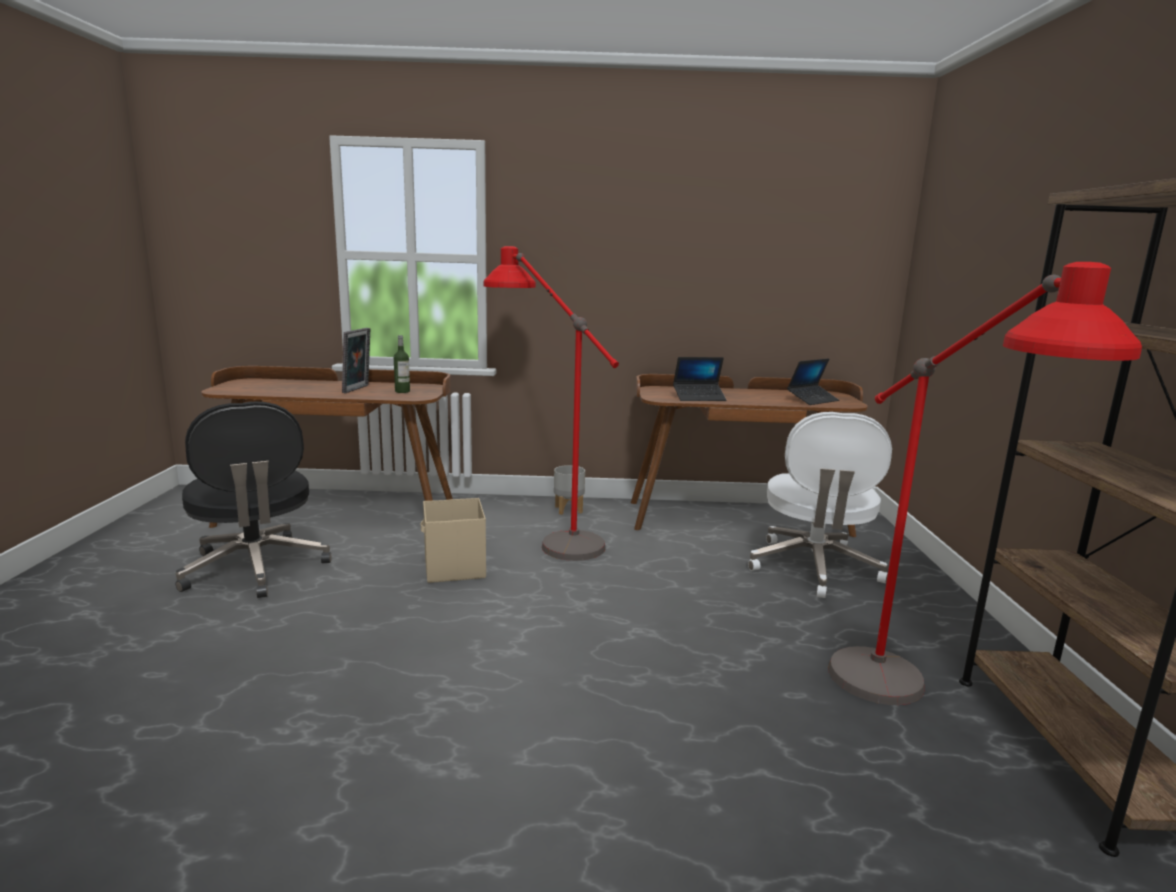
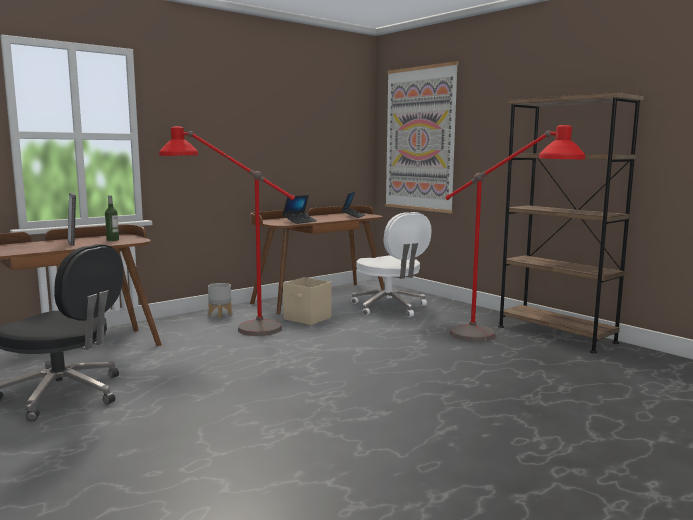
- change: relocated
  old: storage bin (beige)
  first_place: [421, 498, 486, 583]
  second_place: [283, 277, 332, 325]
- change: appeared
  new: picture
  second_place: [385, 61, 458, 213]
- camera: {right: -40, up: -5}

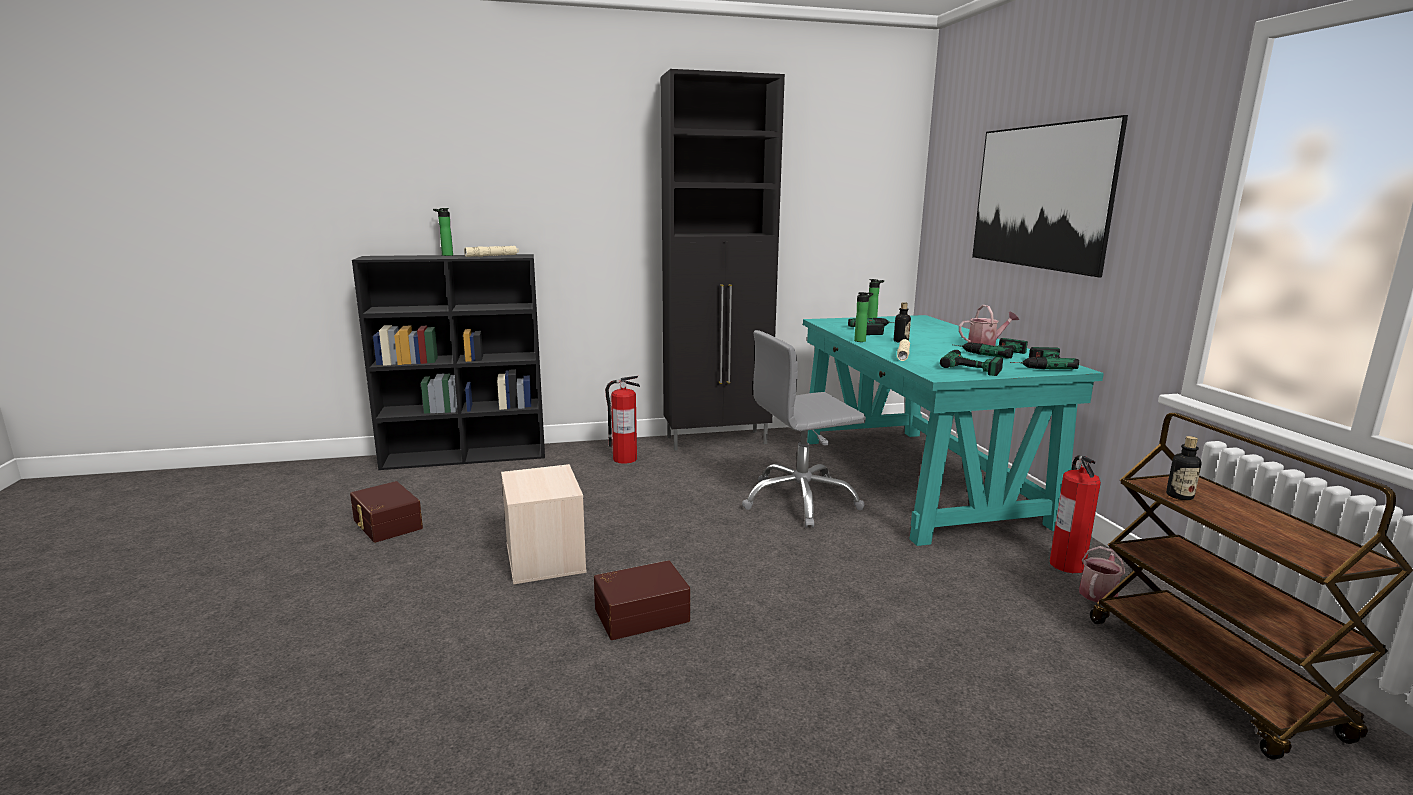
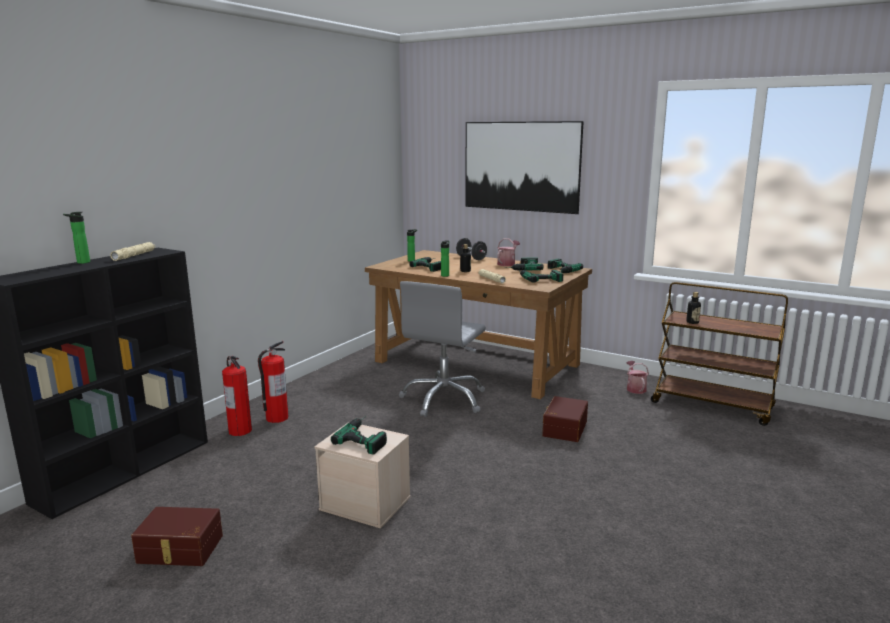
- change: relocated
  old: storage bin (brownish)
  first_place: [594, 560, 690, 640]
  second_place: [542, 396, 588, 442]
- change: missing
  old: cupboard (black-coloured)
  first_place: [661, 69, 785, 451]
- change: colour
  old: desk table (blue-green)
  new: desk table (brownish)
  first_place: [803, 315, 1104, 546]
  second_place: [365, 250, 592, 399]
- change: relocated
  old: fire-fighting cylinder
  first_place: [1050, 455, 1101, 573]
  second_place: [222, 356, 252, 436]
- change: appeared
  new: electric drill
  second_place: [331, 416, 387, 454]
- change: appeared
  new: free weight (black-coloured)
  second_place: [456, 238, 487, 260]
- camera: {right: -45, up: 0}

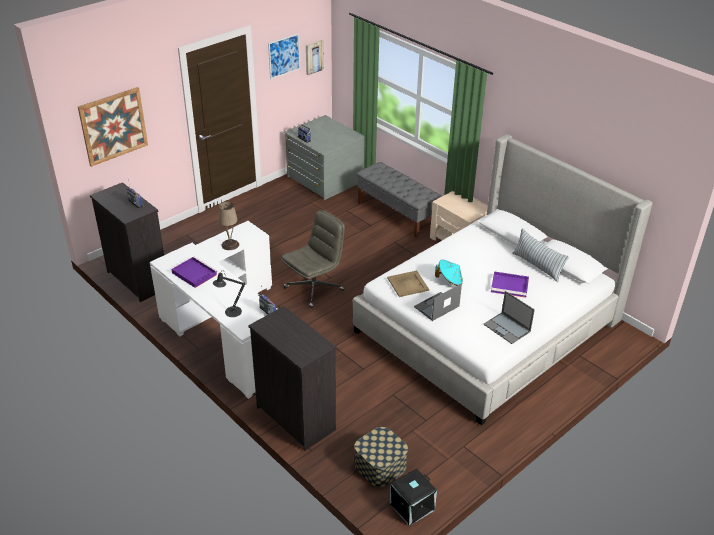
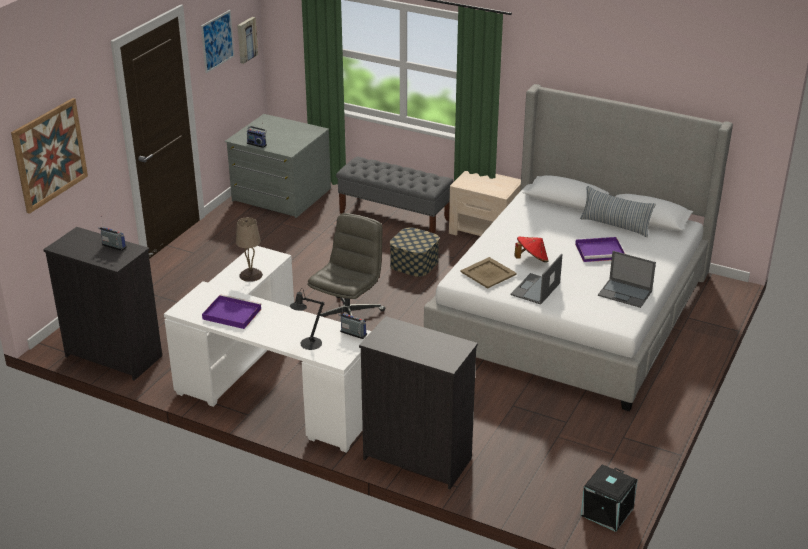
- change: relocated
  old: storage bin
  first_place: [354, 427, 408, 487]
  second_place: [390, 227, 439, 277]
- change: colour
  old: clothing hat (blue-green)
  new: clothing hat (red)
  first_place: [435, 260, 463, 286]
  second_place: [514, 236, 549, 263]
- camera: {right: -20, up: -5}

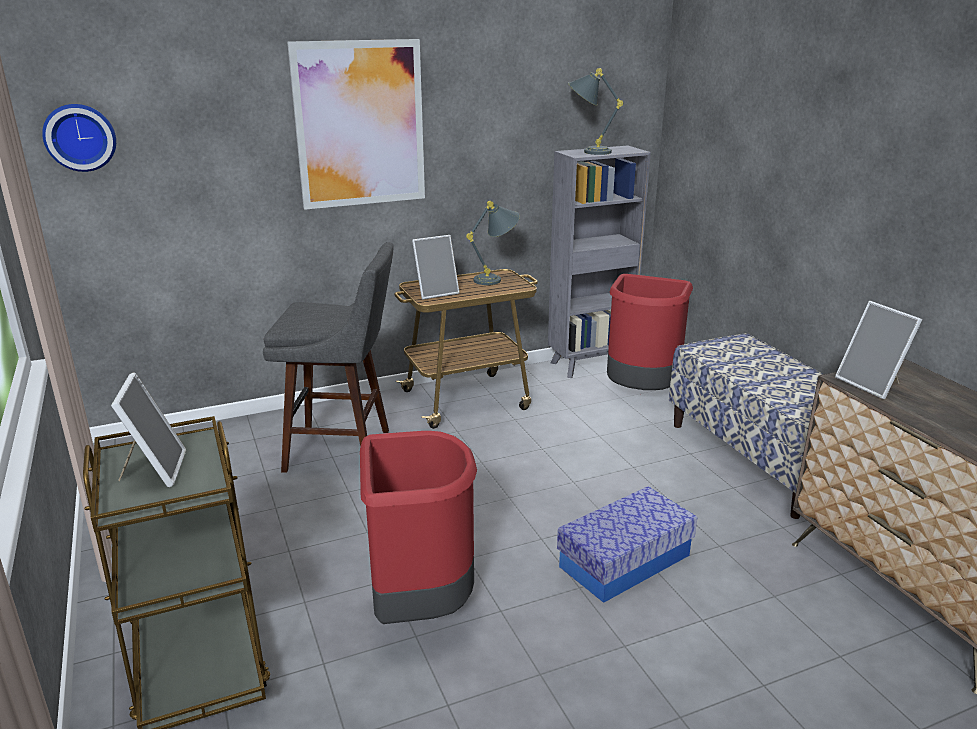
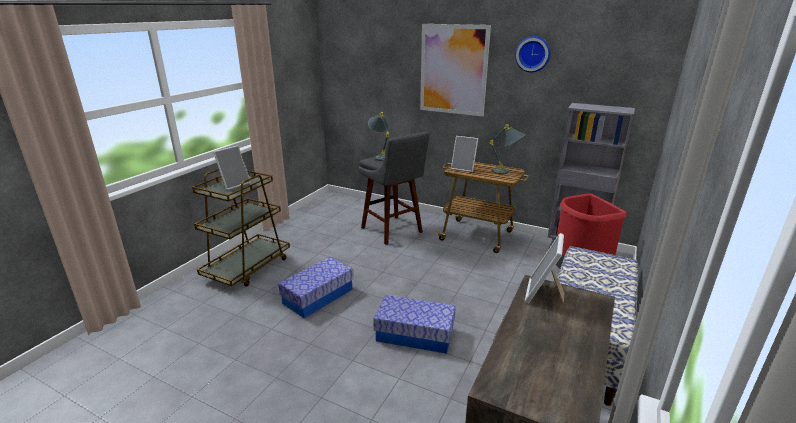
- change: relocated
  old: hanging clock
  first_place: [42, 104, 116, 172]
  second_place: [515, 36, 550, 73]
- change: exchanged
  old: rubbish bin (red)
  new: storage bin
  first_place: [360, 431, 477, 624]
  second_place: [278, 257, 354, 318]
- change: relocated
  old: lamp for a table (greyish)
  first_place: [568, 68, 623, 155]
  second_place: [368, 112, 389, 161]
- camera: {right: 50, up: 0}

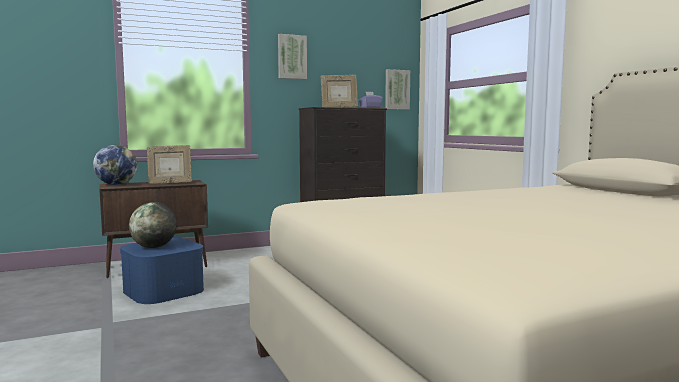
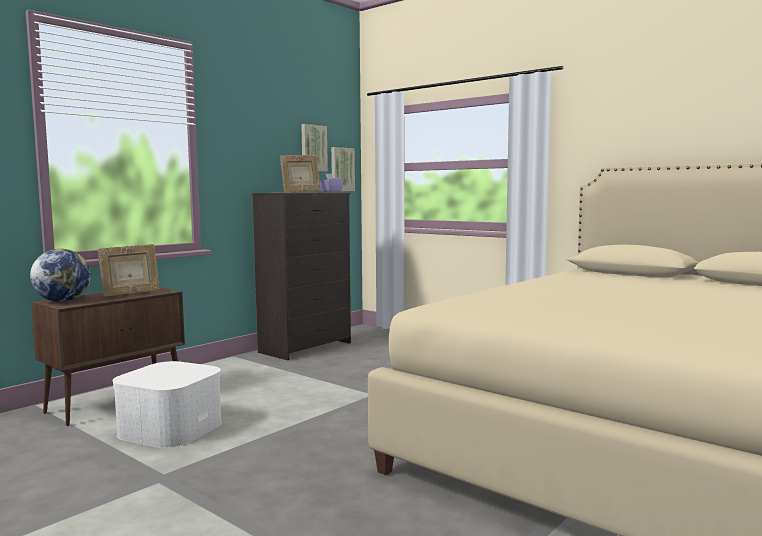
- change: colour
  old: storage bin (blue-coloured)
  new: storage bin (white-coloured)
  first_place: [120, 238, 204, 304]
  second_place: [112, 361, 222, 448]
- change: missing
  old: desk globe
  first_place: [129, 202, 177, 248]
- change: relocated
  old: picture
  first_place: [278, 34, 307, 79]
  second_place: [301, 124, 328, 171]
- camera: {right: -25, up: 0}

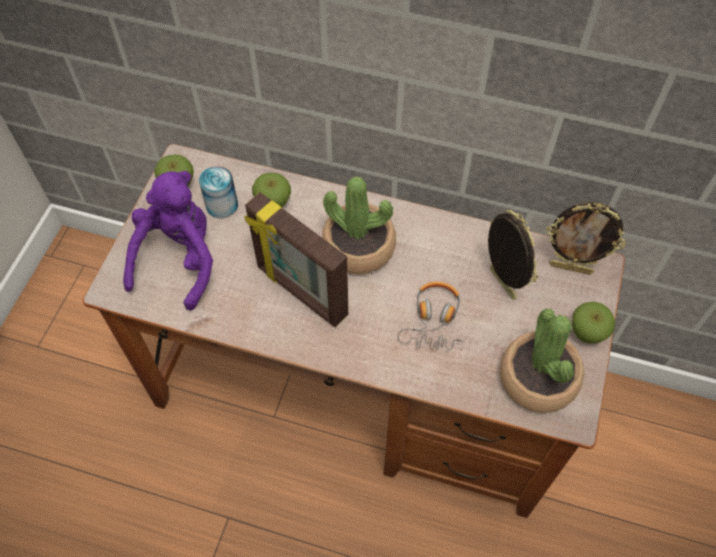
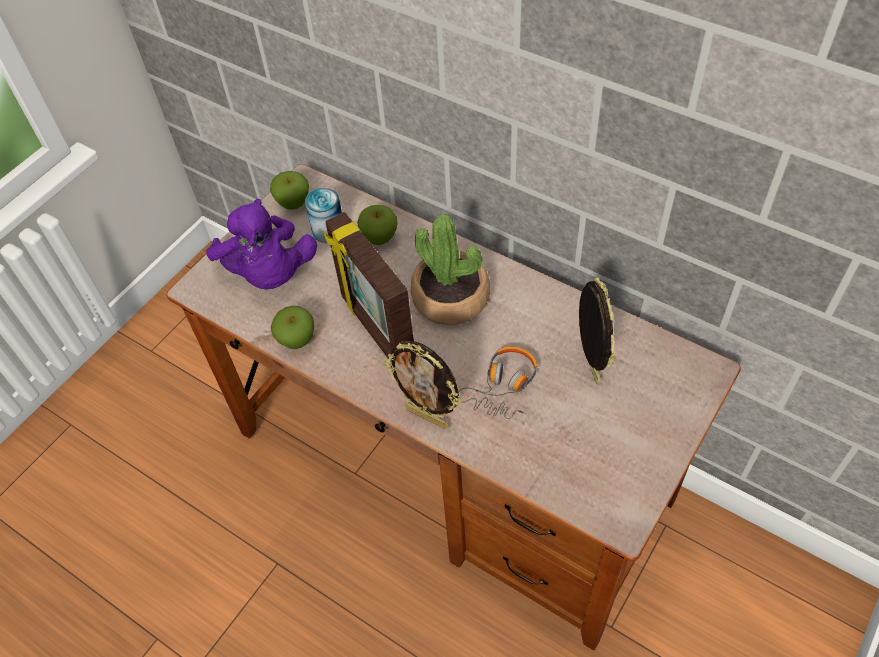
- change: spun
  old: cuddly toy (purple)
  first_place: [123, 171, 213, 311]
  second_place: [206, 198, 317, 289]
  degrees: 120
- change: missing
  old: plant in a pot
  first_place: [500, 308, 584, 413]
- change: relocated
  old: standing frame
  first_place: [546, 202, 626, 275]
  second_place: [384, 341, 462, 429]
- change: relocated
  old: apple fruit
  first_place: [572, 302, 615, 343]
  second_place: [271, 306, 314, 349]
- camera: {right: 20, up: -5}

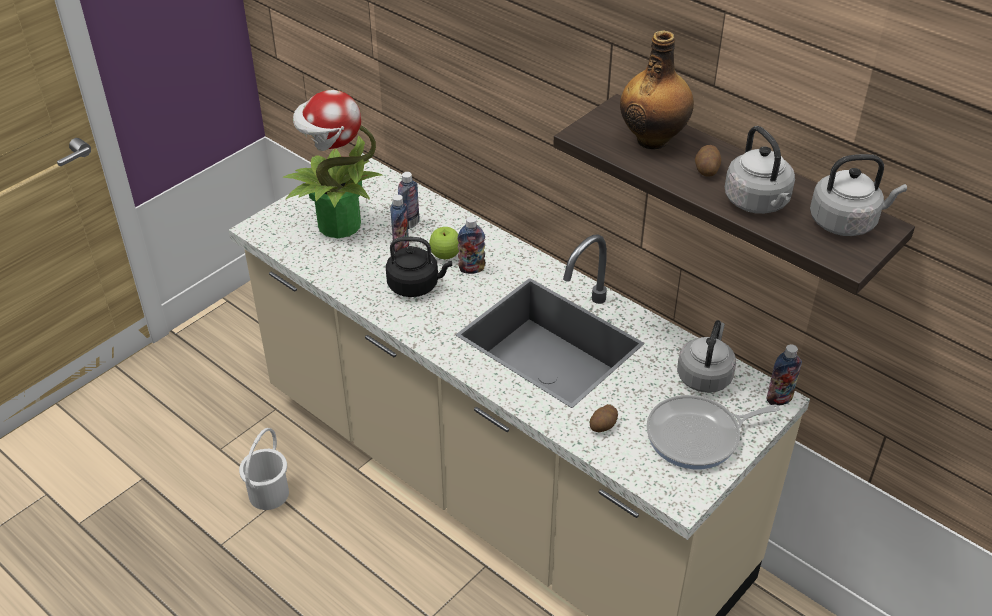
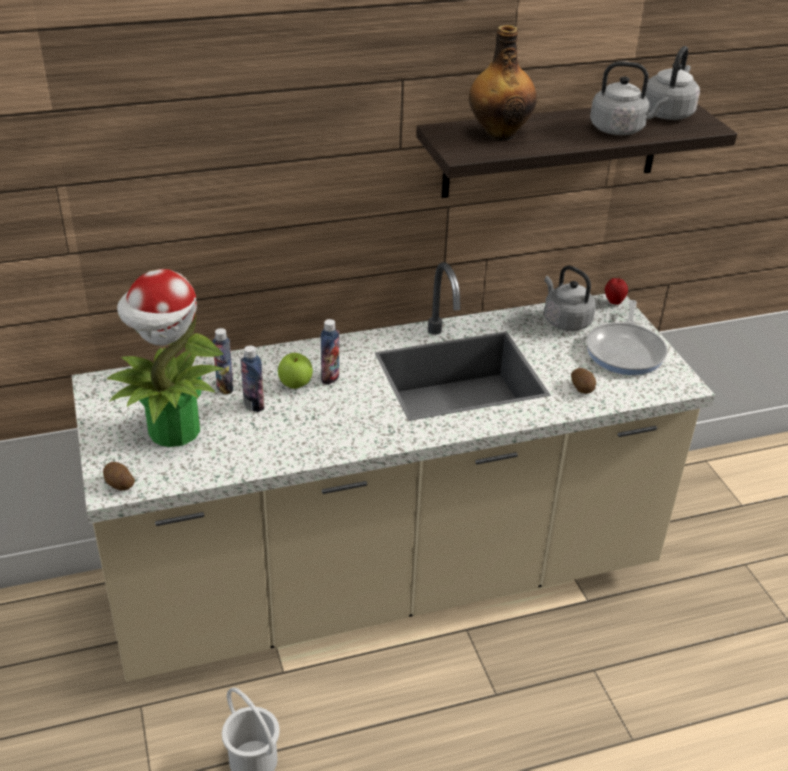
- change: missing
  old: kettle (black-coloured)
  first_place: [386, 237, 452, 297]
- change: relocated
  old: potato
  first_place: [695, 145, 721, 176]
  second_place: [103, 462, 135, 490]
- change: exchanged
  old: beverage bottle
  new: apple fruit
  first_place: [766, 344, 802, 406]
  second_place: [605, 277, 628, 305]
- camera: {right: -60, up: -5}

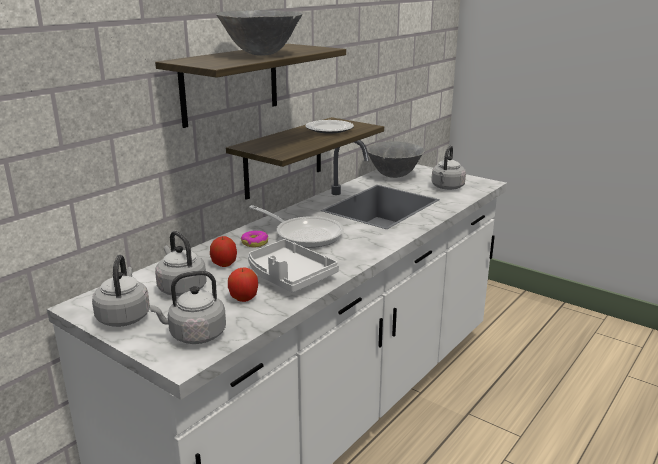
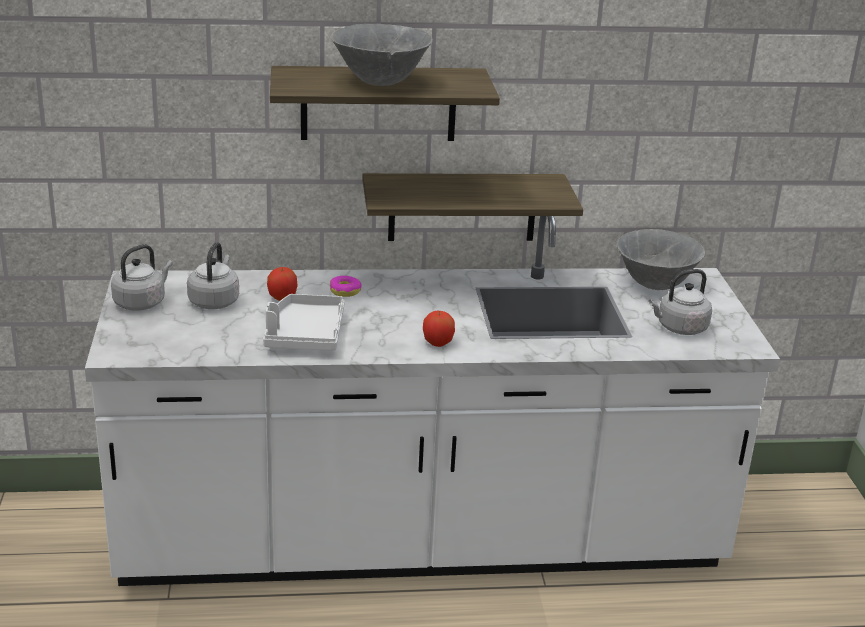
- change: missing
  old: kettle (greyish)
  first_place: [149, 271, 226, 344]
- change: relocated
  old: apple fruit
  first_place: [228, 268, 258, 302]
  second_place: [423, 311, 455, 347]
- change: missing
  old: frying pan
  first_place: [249, 205, 344, 248]
- change: missing
  old: flat dish
  first_place: [305, 120, 354, 134]
- camera: {right: 45, up: 5}

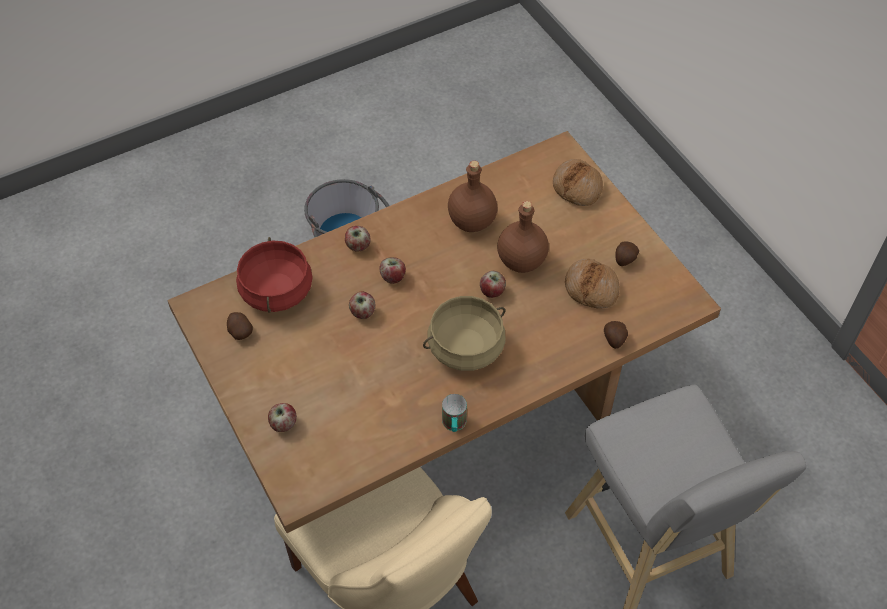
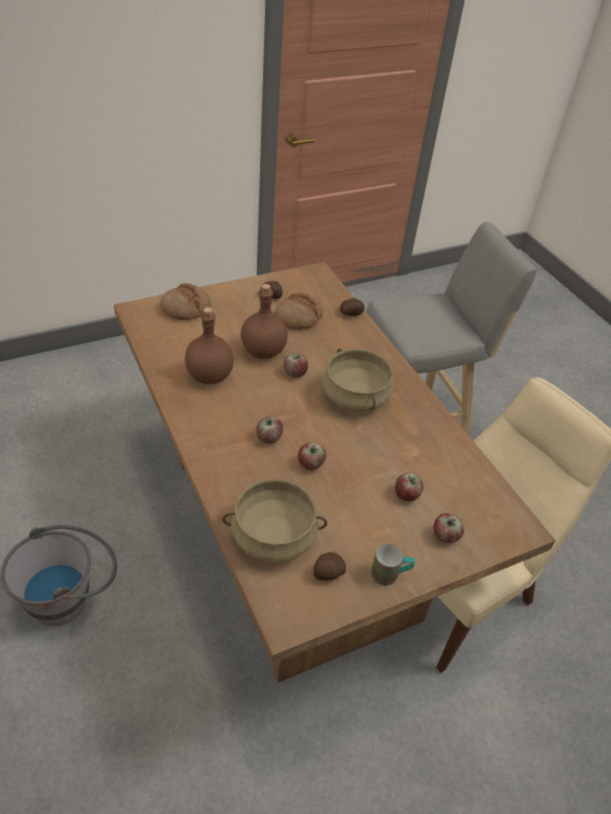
- change: colour
  old: stockpot (red)
  new: stockpot (beige)
  first_place: [236, 237, 313, 313]
  second_place: [222, 479, 327, 563]
- change: relocated
  old: apple fruit
  first_place: [345, 226, 370, 252]
  second_place: [395, 473, 423, 501]
- change: relocated
  old: mug
  first_place: [442, 394, 467, 432]
  second_place: [371, 544, 415, 586]
- camera: {right: -90, up: -10}

